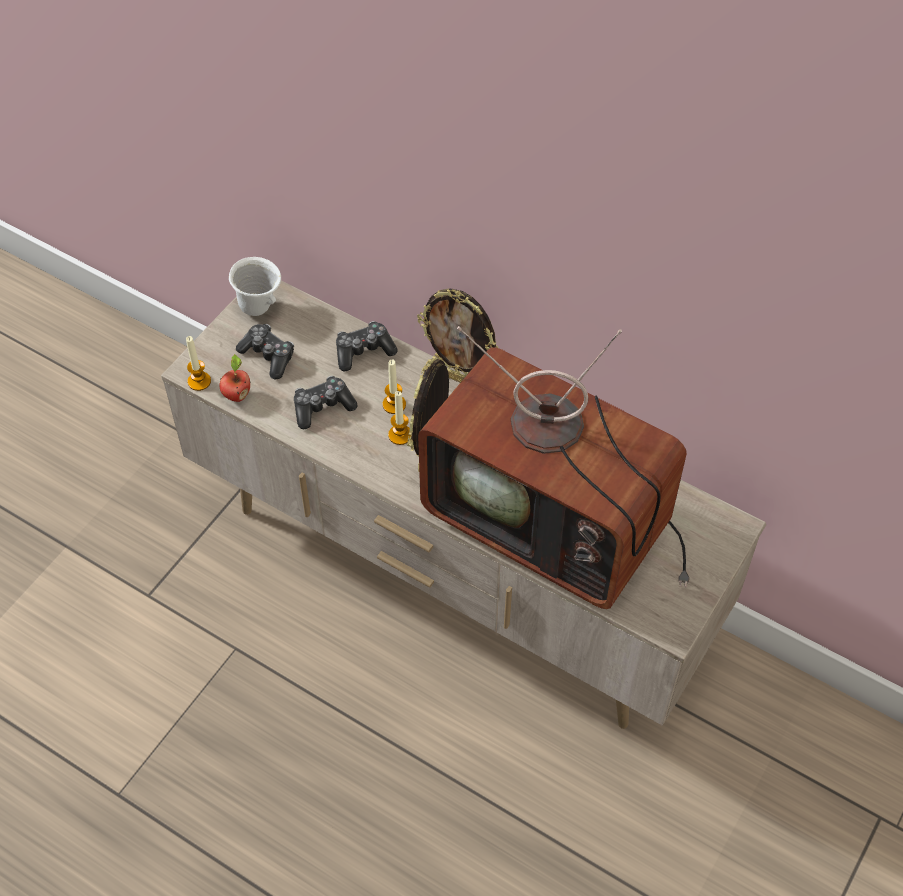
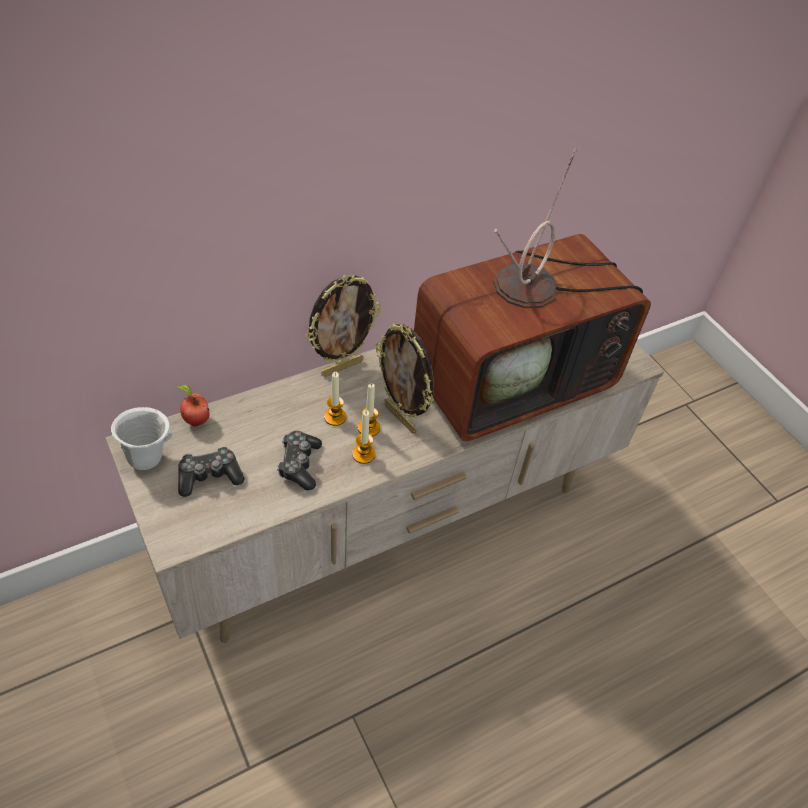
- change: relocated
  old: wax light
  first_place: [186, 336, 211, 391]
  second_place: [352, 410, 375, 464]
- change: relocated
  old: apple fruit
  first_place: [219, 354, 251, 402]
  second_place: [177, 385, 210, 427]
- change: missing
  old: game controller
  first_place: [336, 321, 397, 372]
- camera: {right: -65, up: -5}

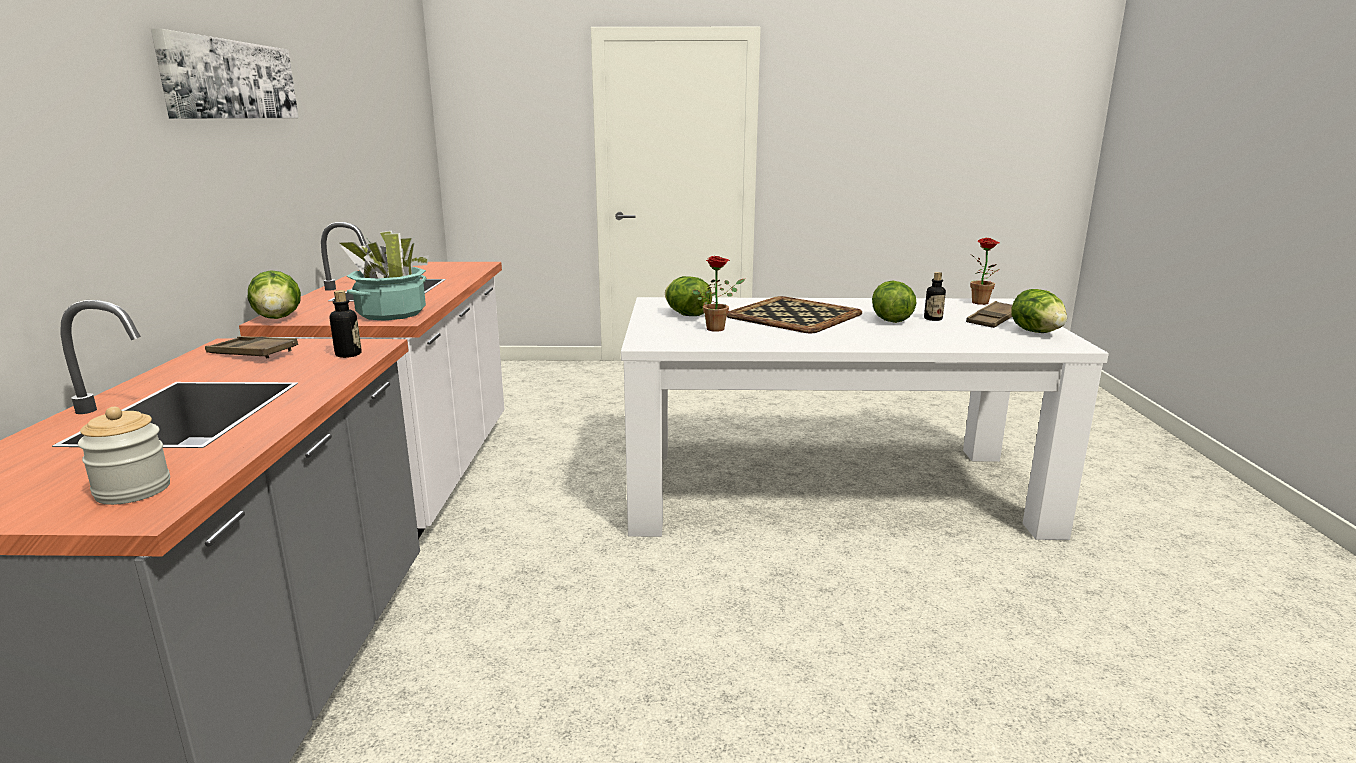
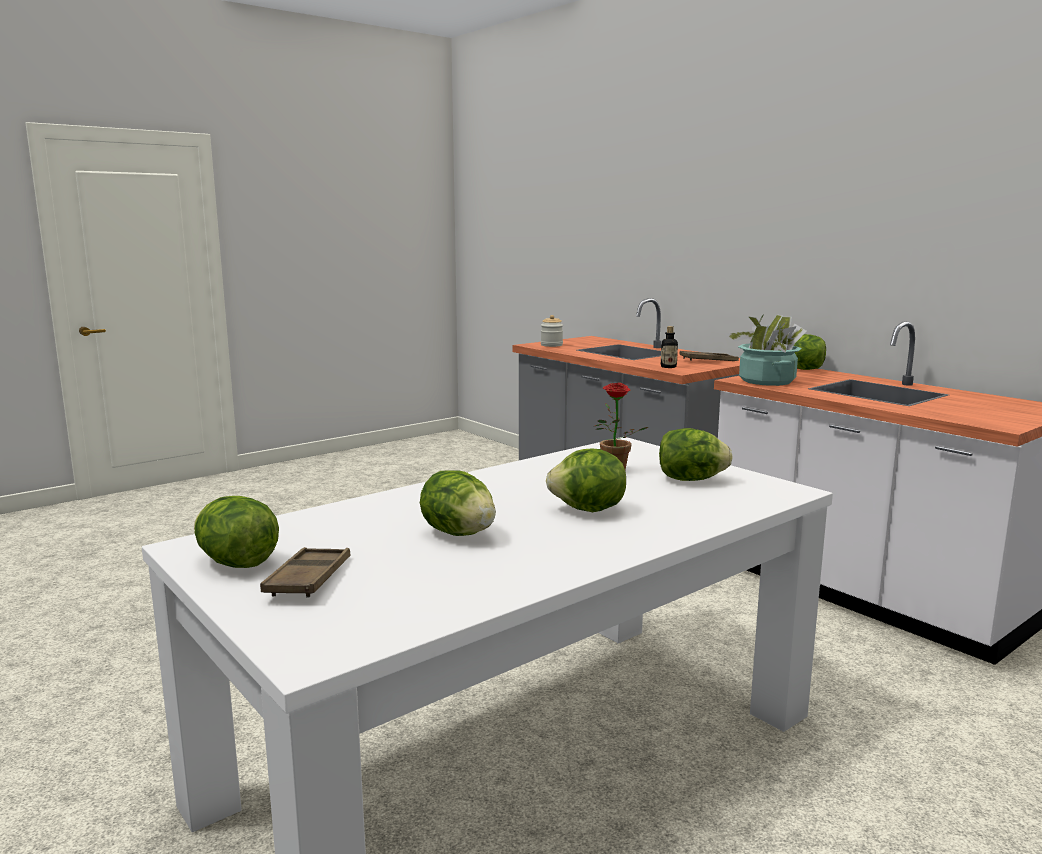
- change: missing
  old: picture
  first_place: [151, 29, 299, 119]
- change: exchanged
  old: serving tray
  new: lettuce head
  first_place: [727, 296, 862, 333]
  second_place: [546, 449, 626, 512]
- change: missing
  old: beverage bottle
  first_place: [924, 272, 946, 321]
- change: missing
  old: plant in a pot
  first_place: [970, 238, 1000, 305]
- camera: {right: 140, up: -5}

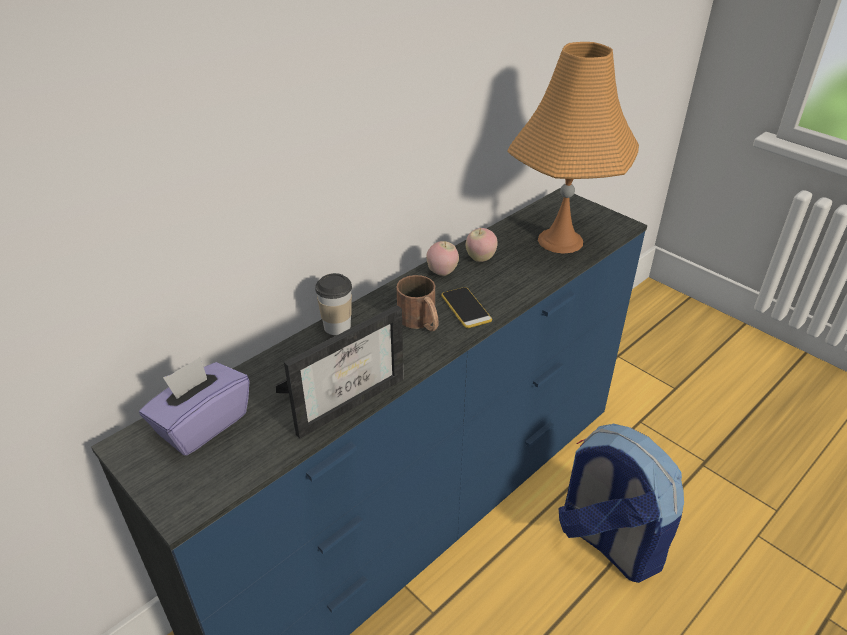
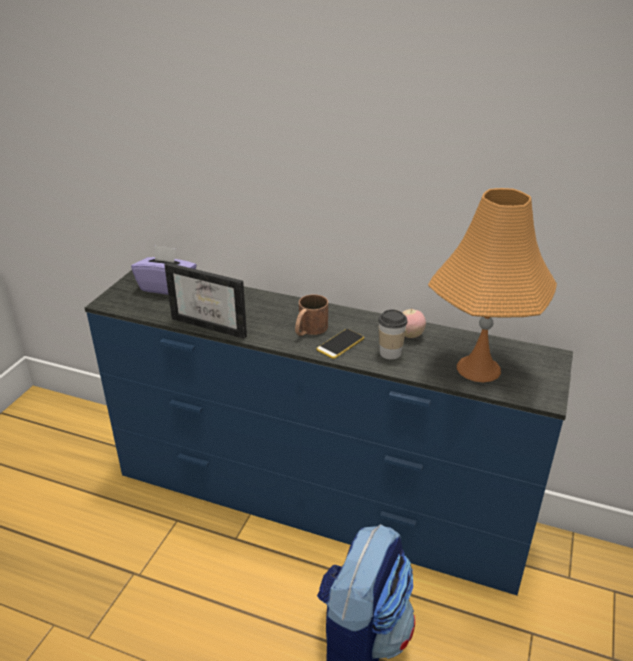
- change: relocated
  old: drinking cup
  first_place: [315, 273, 352, 335]
  second_place: [378, 309, 407, 360]
- change: missing
  old: apple fruit
  first_place: [426, 241, 459, 276]
- camera: {right: 65, up: -5}

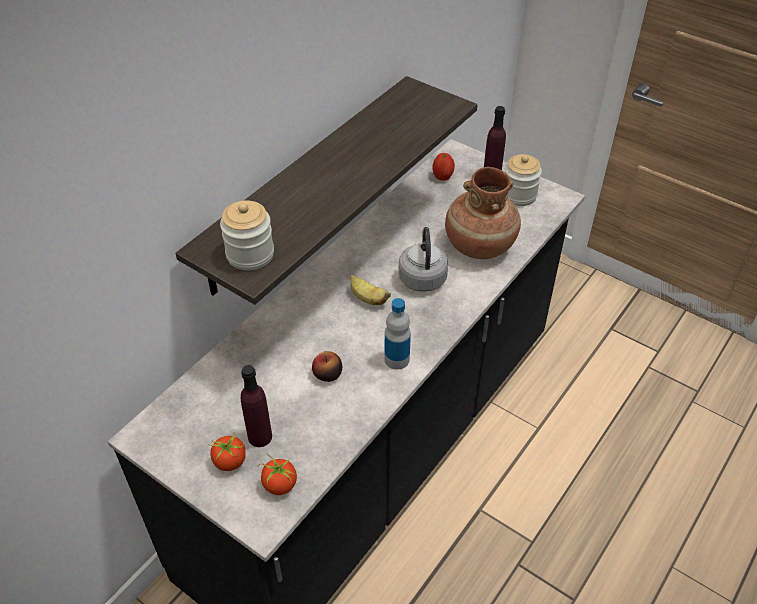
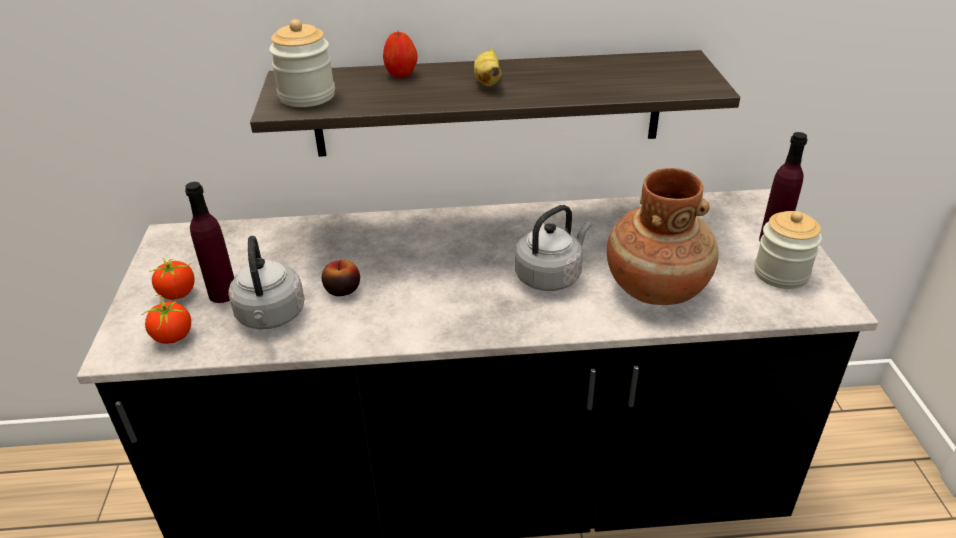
- change: relocated
  old: whole banana
  first_place: [350, 275, 391, 305]
  second_place: [474, 48, 501, 86]
- change: missing
  old: beverage bottle
  first_place: [384, 298, 411, 370]
- change: relocated
  old: apple fruit
  first_place: [432, 153, 455, 181]
  second_place: [383, 32, 418, 78]
- change: appeared
  new: kettle (greyish)
  second_place: [228, 236, 305, 329]
- camera: {right: 50, up: -10}

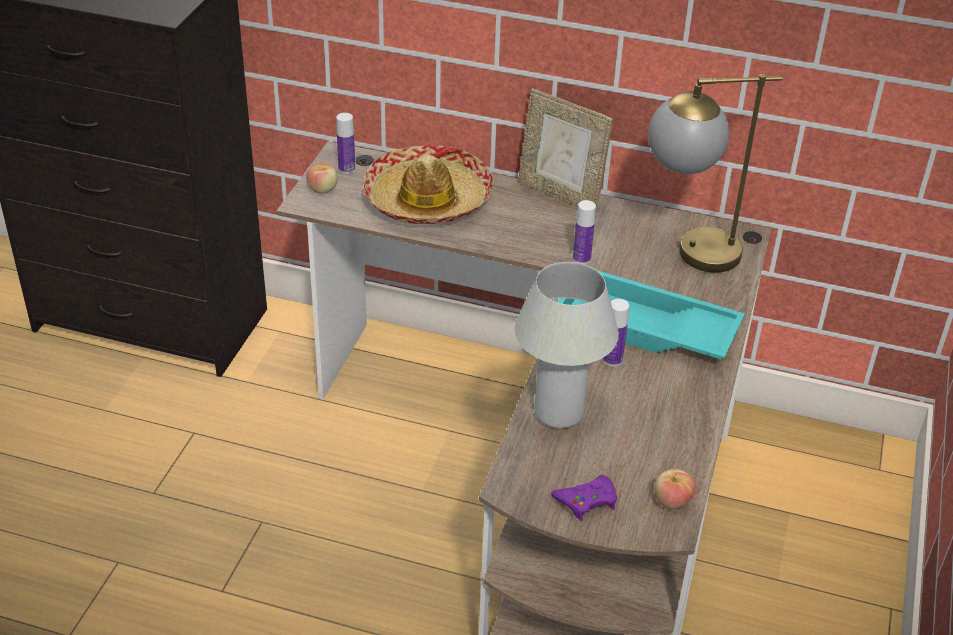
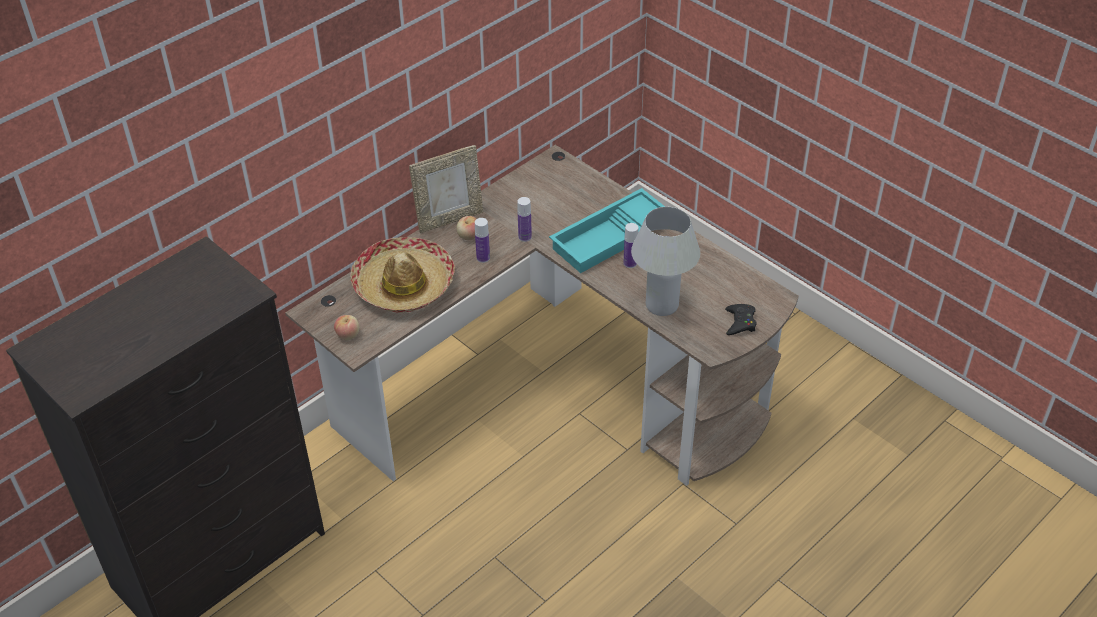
- change: relocated
  old: beverage bottle
  first_place: [337, 113, 355, 174]
  second_place: [475, 218, 490, 263]
- change: colour
  old: game controller (purple)
  new: game controller (black-coloured)
  first_place: [551, 475, 617, 521]
  second_place: [725, 304, 756, 335]
- change: missing
  old: lamp for a table
  first_place: [648, 74, 783, 273]
- change: relocated
  old: apple fruit
  first_place: [655, 469, 696, 509]
  second_place: [457, 216, 476, 240]
- camera: {right: -60, up: 5}

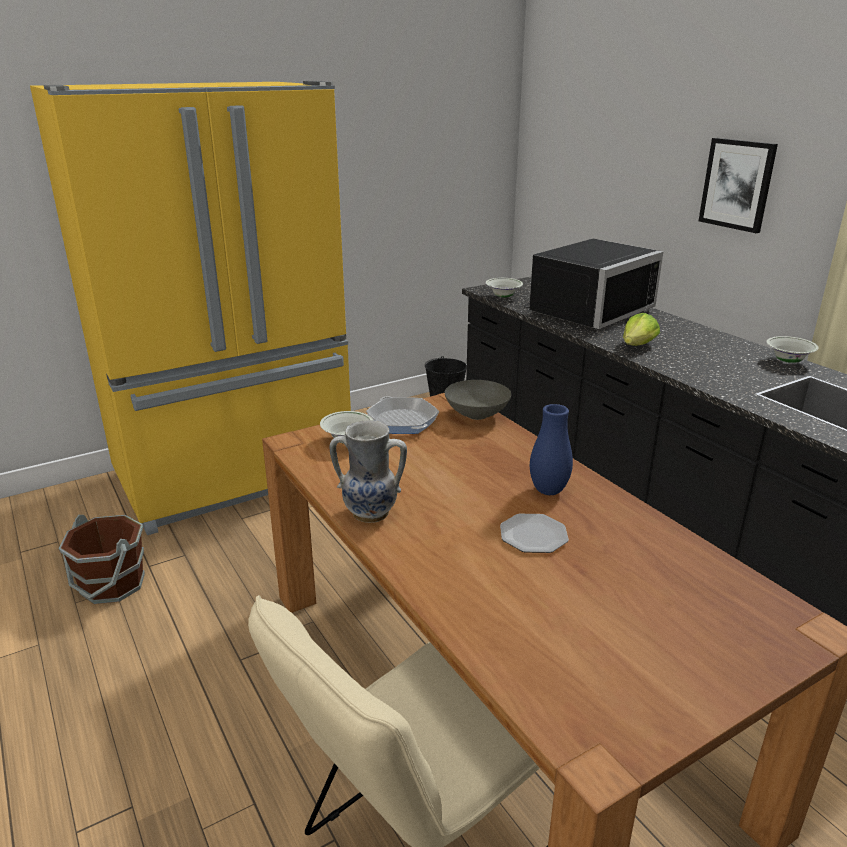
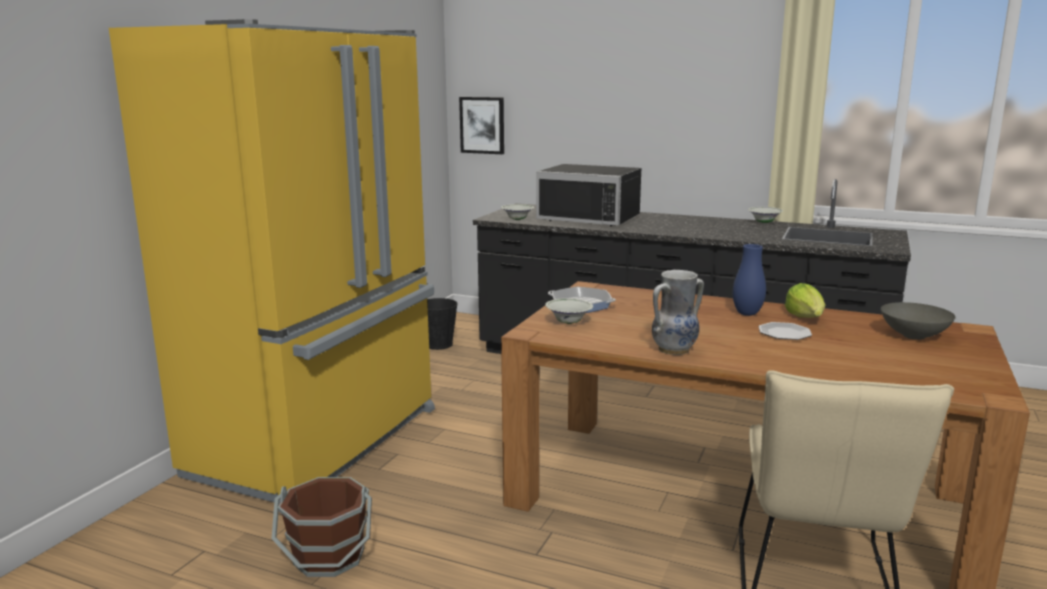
- change: relocated
  old: bowl (greyish)
  first_place: [445, 380, 511, 420]
  second_place: [881, 302, 955, 340]
- change: spun
  old: microwave (black-coloured)
  first_place: [524, 239, 663, 329]
  second_place: [536, 164, 641, 226]
  degrees: 105
- change: relocated
  old: lettuce head
  first_place: [623, 313, 660, 346]
  second_place: [785, 283, 826, 318]
- change: relocated
  old: picture
  first_place: [699, 138, 778, 233]
  second_place: [459, 97, 504, 154]
- camera: {right: -35, up: -10}

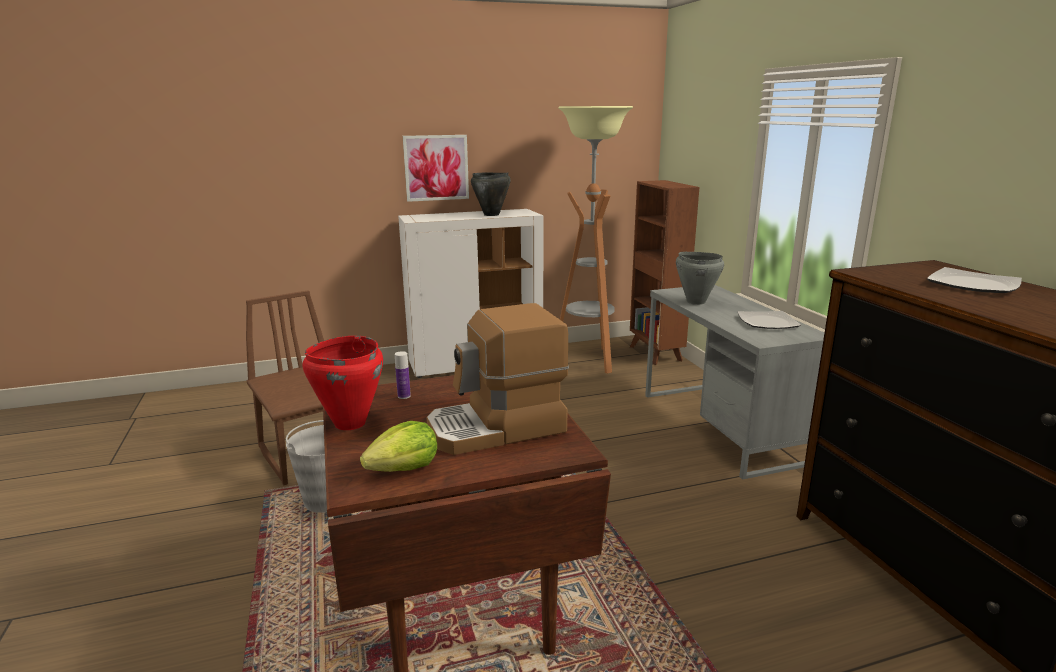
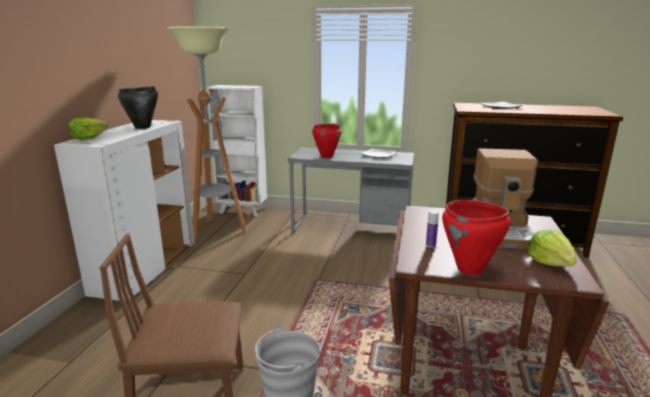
- change: missing
  old: picture
  first_place: [403, 135, 469, 202]
- change: colour
  old: bookcase (brownish)
  new: bookcase (white-coloured)
  first_place: [630, 180, 699, 365]
  second_place: [207, 85, 267, 217]
- change: colour
  old: stockpot (greyish)
  new: stockpot (red)
  first_place: [676, 252, 724, 305]
  second_place: [312, 124, 342, 158]
- change: appeared
  new: lettuce head
  second_place: [69, 118, 108, 140]
- camera: {right: -60, up: 0}

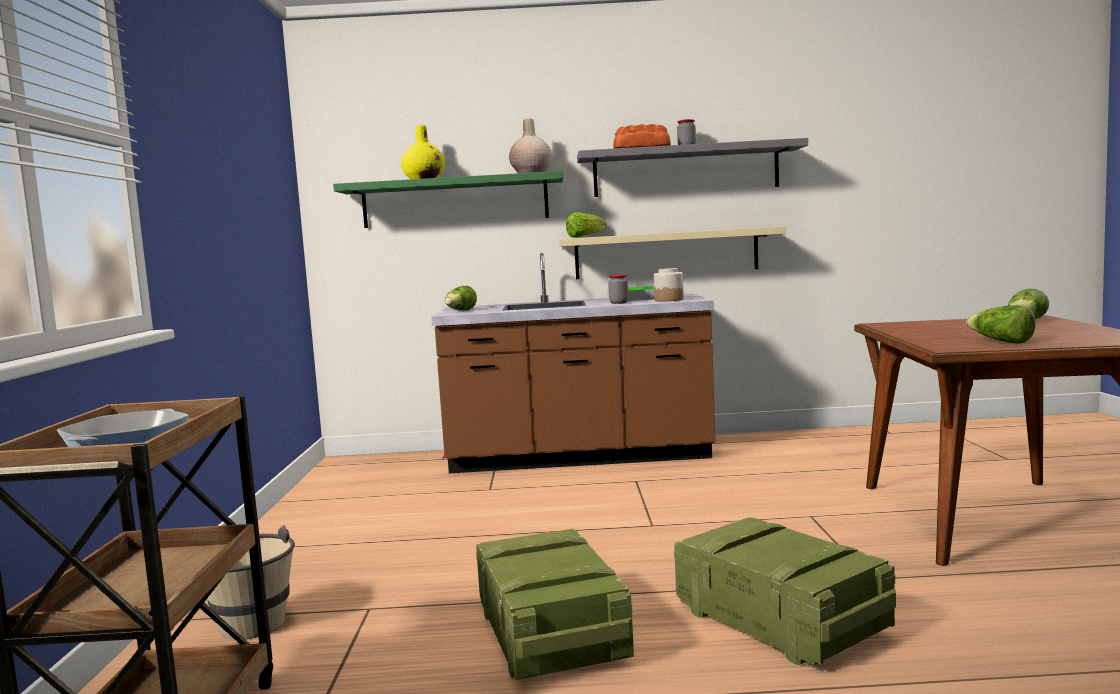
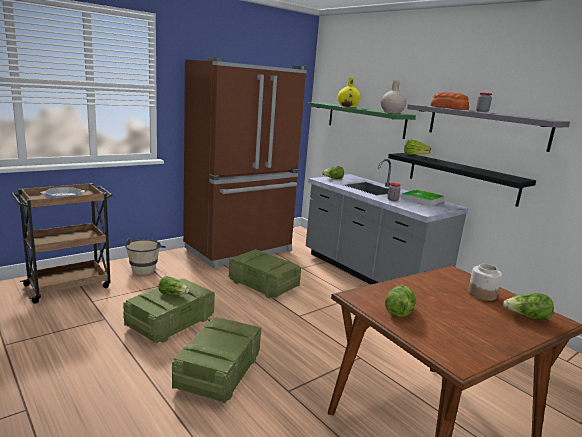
- change: colour
  old: kitchen base unit (brownish)
  new: kitchen base unit (greyish)
  first_place: [431, 253, 716, 473]
  second_place: [306, 159, 468, 285]
- change: colour
  old: bracket shelf (beige)
  new: bracket shelf (black-coloured)
  first_place: [559, 226, 786, 279]
  second_place: [388, 153, 536, 207]
- change: relocated
  old: preserve jar
  first_place: [654, 268, 684, 301]
  second_place: [468, 264, 502, 301]
- change: appeared
  new: lettuce head
  second_place: [158, 276, 189, 295]
- change: appeared
  new: kitchen fridge (brownish)
  second_place: [183, 57, 307, 269]
- change: appeared
  new: packing crate
  second_place: [229, 249, 301, 298]
- camera: {right: 50, up: 10}

